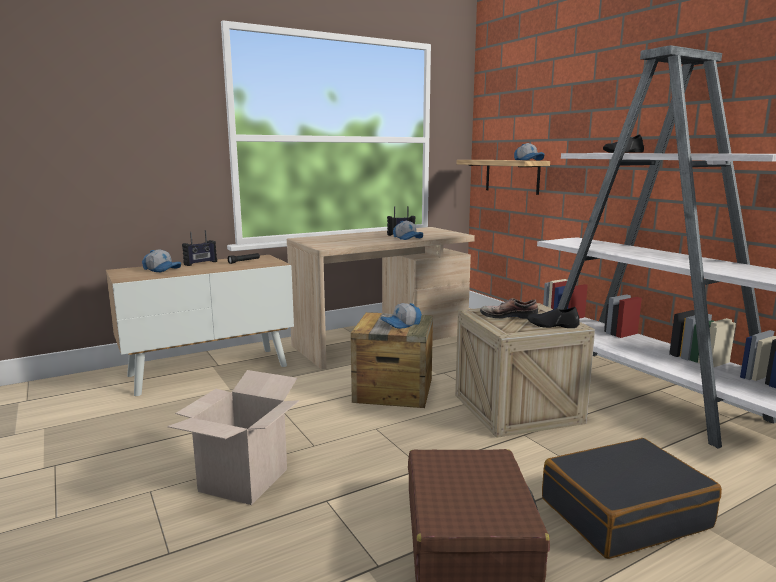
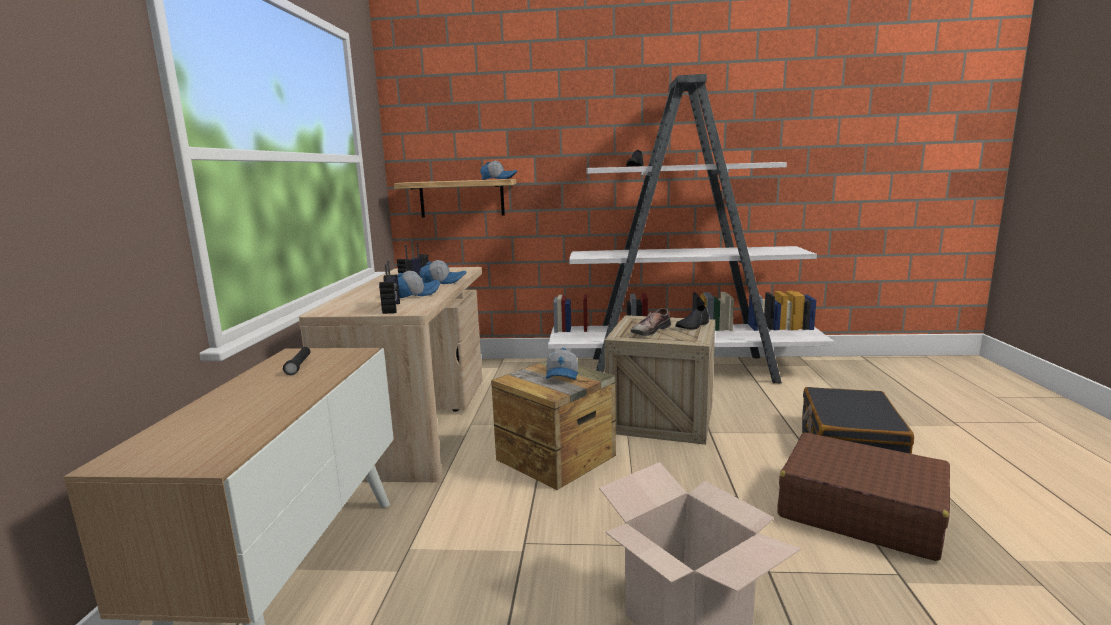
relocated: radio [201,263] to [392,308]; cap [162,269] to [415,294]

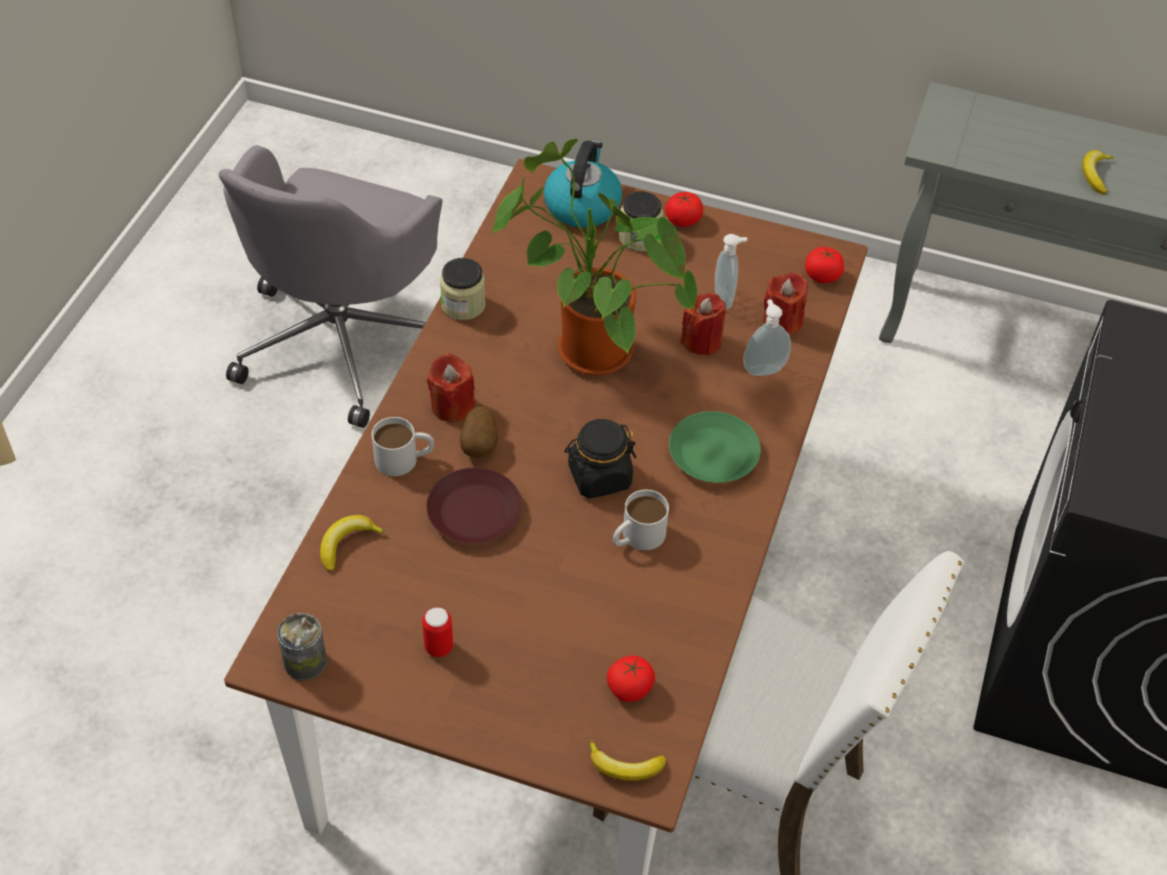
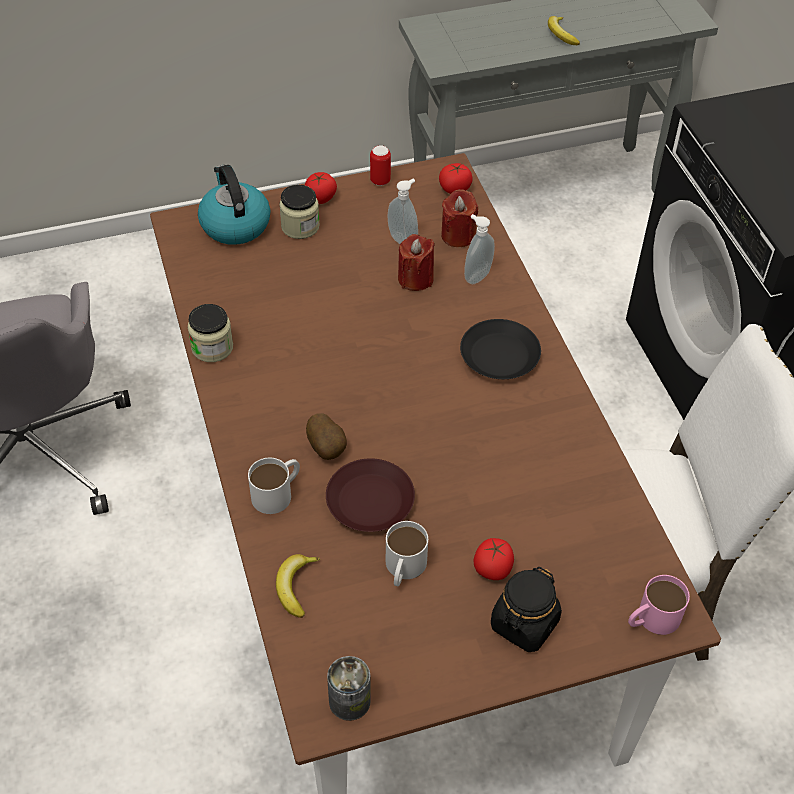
missing: potted plant [585,350]; candle/red [452,406]
relocated: jar/black [599,477] to [524,624]; mug/white [636,537] to [403,568]; can [439,647] to [380,181]; tomato [630,688] to [492,568]
exchanged: banana [624,767] to mug/pink [651,619]
colour: plate/green [713,453] to plate/black [499,355]

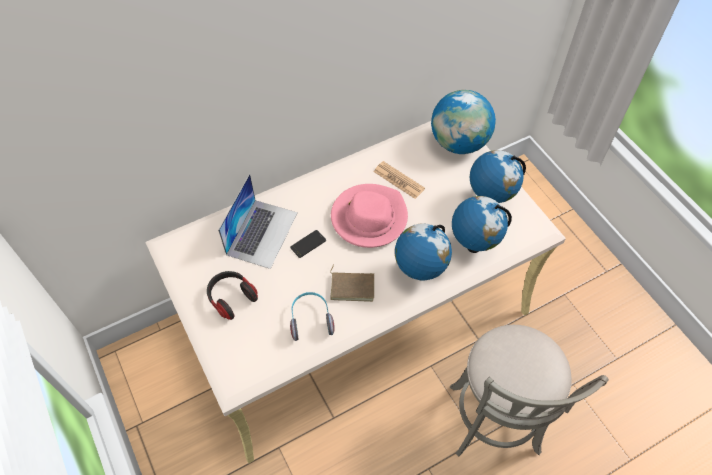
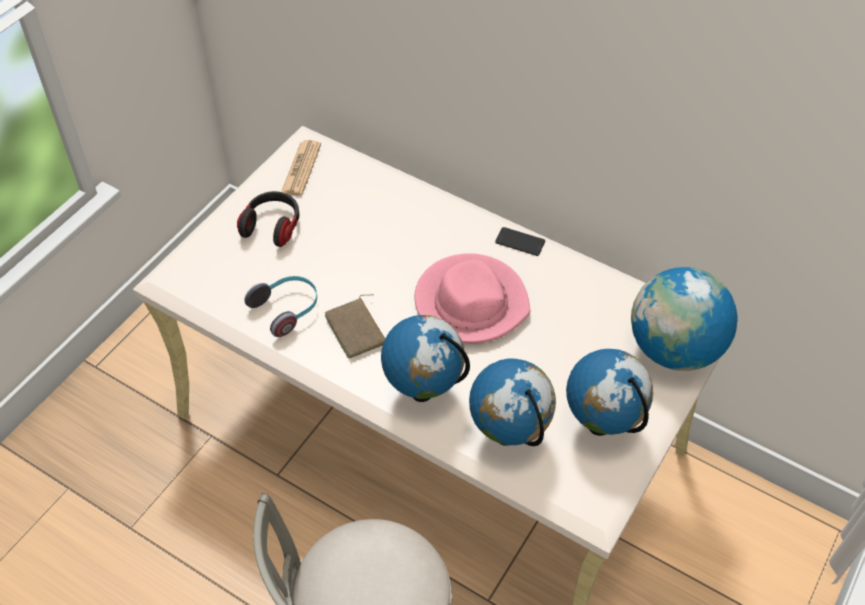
missing: laptop [262,233]
relocated: newspaper [399,180] to [301,168]; phone [308,244] to [520,242]

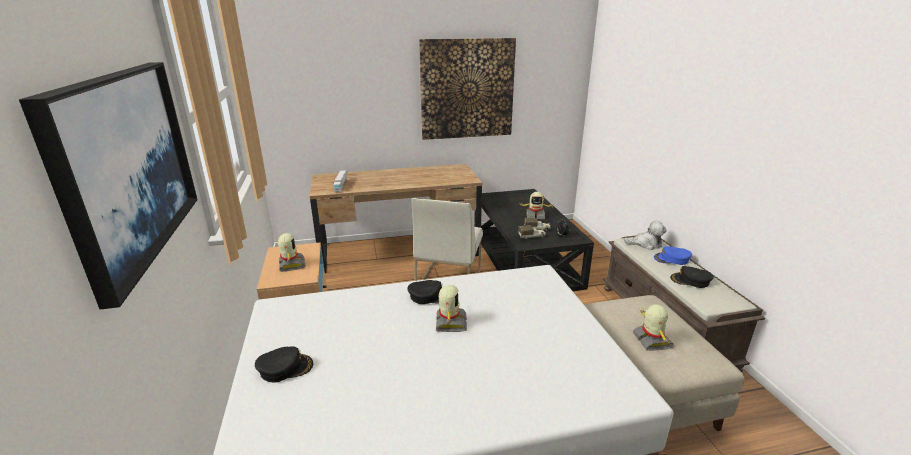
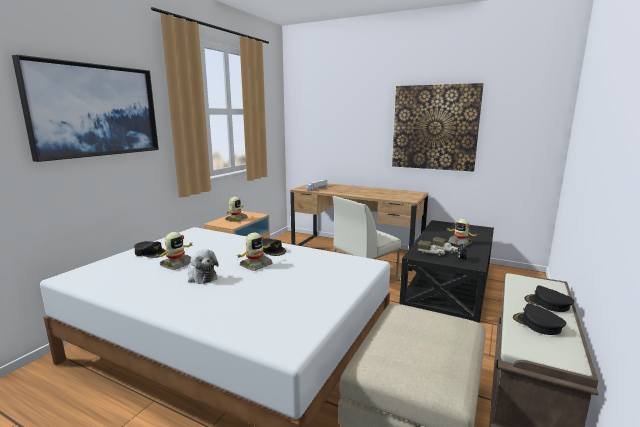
relocated: plush toy [645,244] to [201,277]; toy robot [651,341] to [176,264]
colour: cap/blue [672,259] to cap/black [547,303]

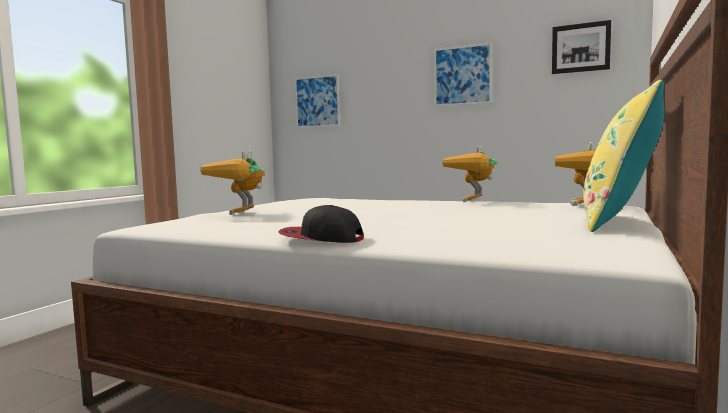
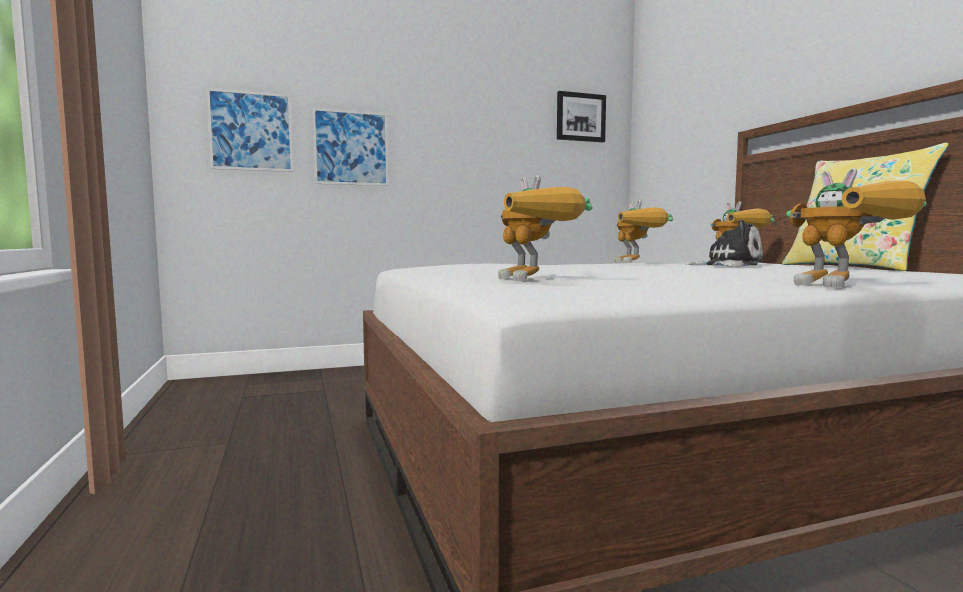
appeared: plush toy [729,265]
relocated: picture [462,75] to [351,148]
exchanged: cap [321,238] to toy robot [849,286]

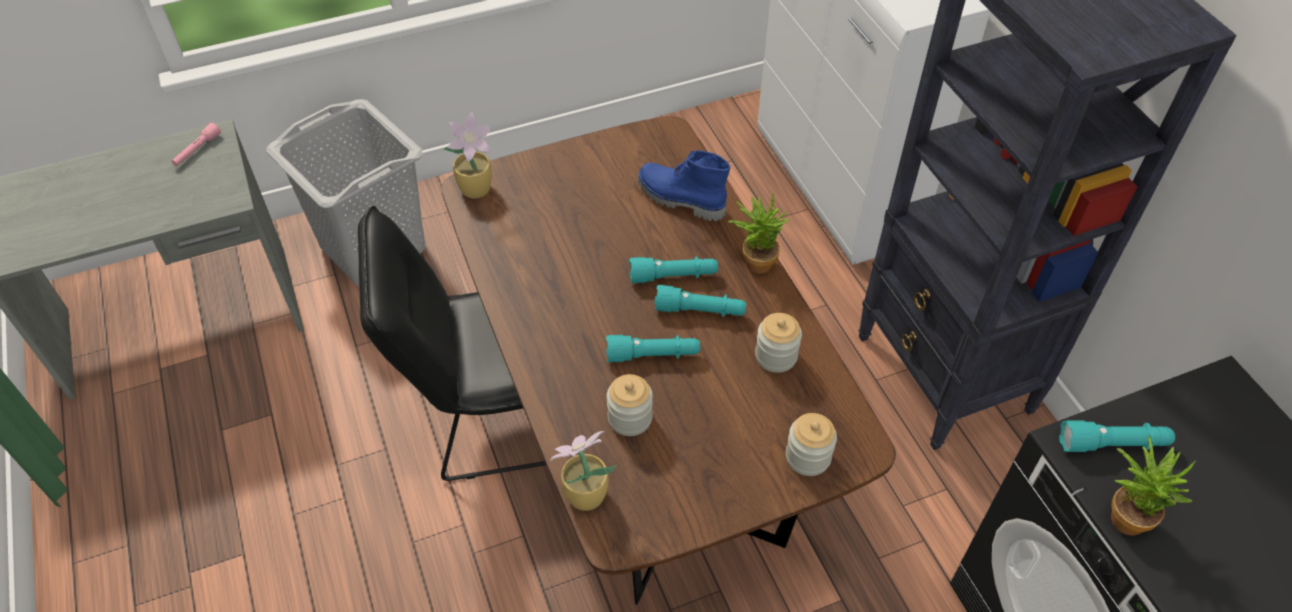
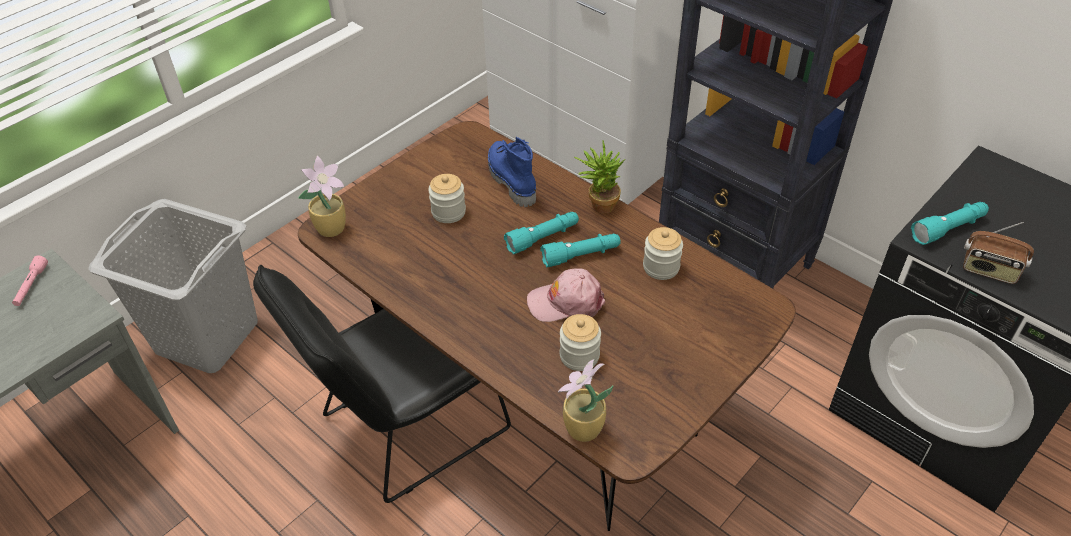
relocated: jar [808,457] to [448,212]
exchanged: flashlight/turquoise [653,355] to cap/pink [566,302]; potted plant [1126,514] to radio [989,270]
spun: boot/blue [679,200] = [510,180] 60 degrees clockwise

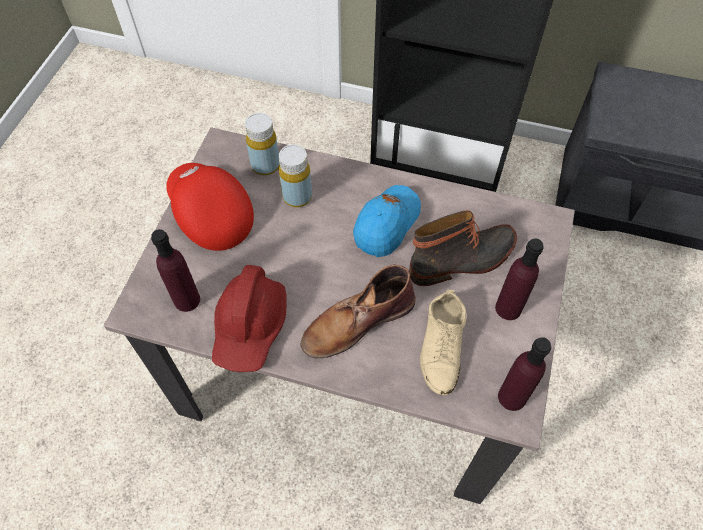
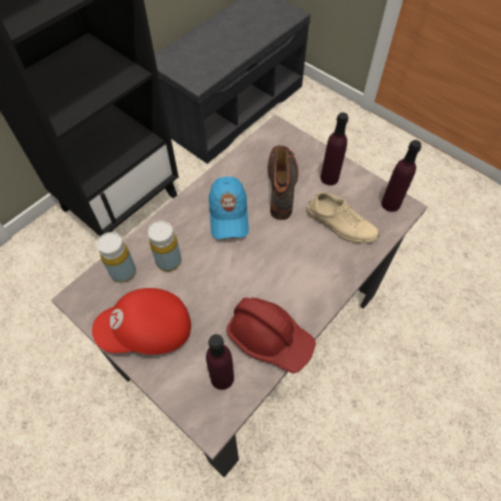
missing: boot/brown [357,322]
spun: cap/blue [386,224] = [228,215] 150 degrees counterclockwise

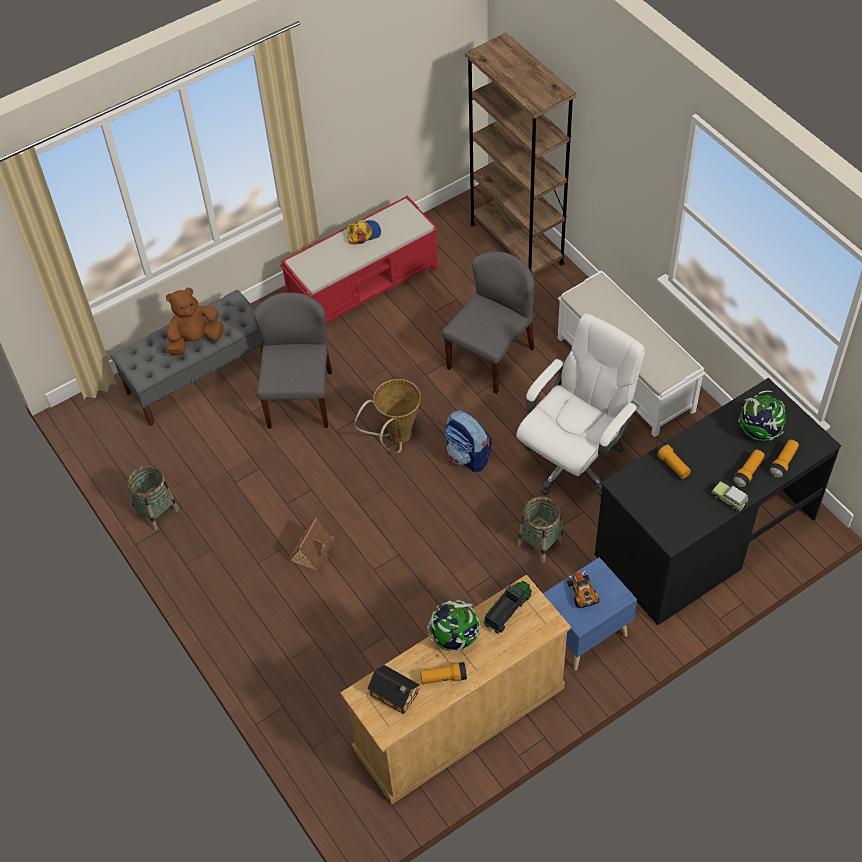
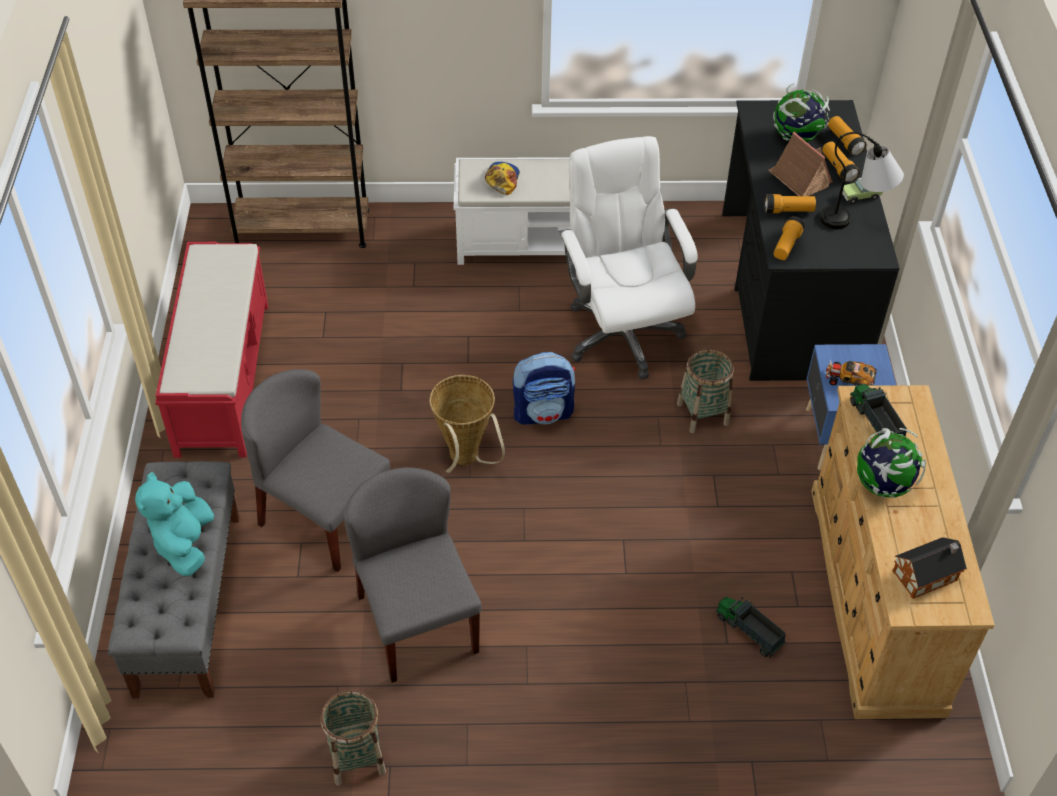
appeared: table lamp [856,222]; toy truck [748,631]
relocated: cap [363,233] to [502,179]; chair/grey [490,357] to [416,623]; toy house [312,550] to [799,179]; flashlight [443,677] to [786,246]
colour: plush toy/brown [195,340] to plush toy/turquoise [184,544]

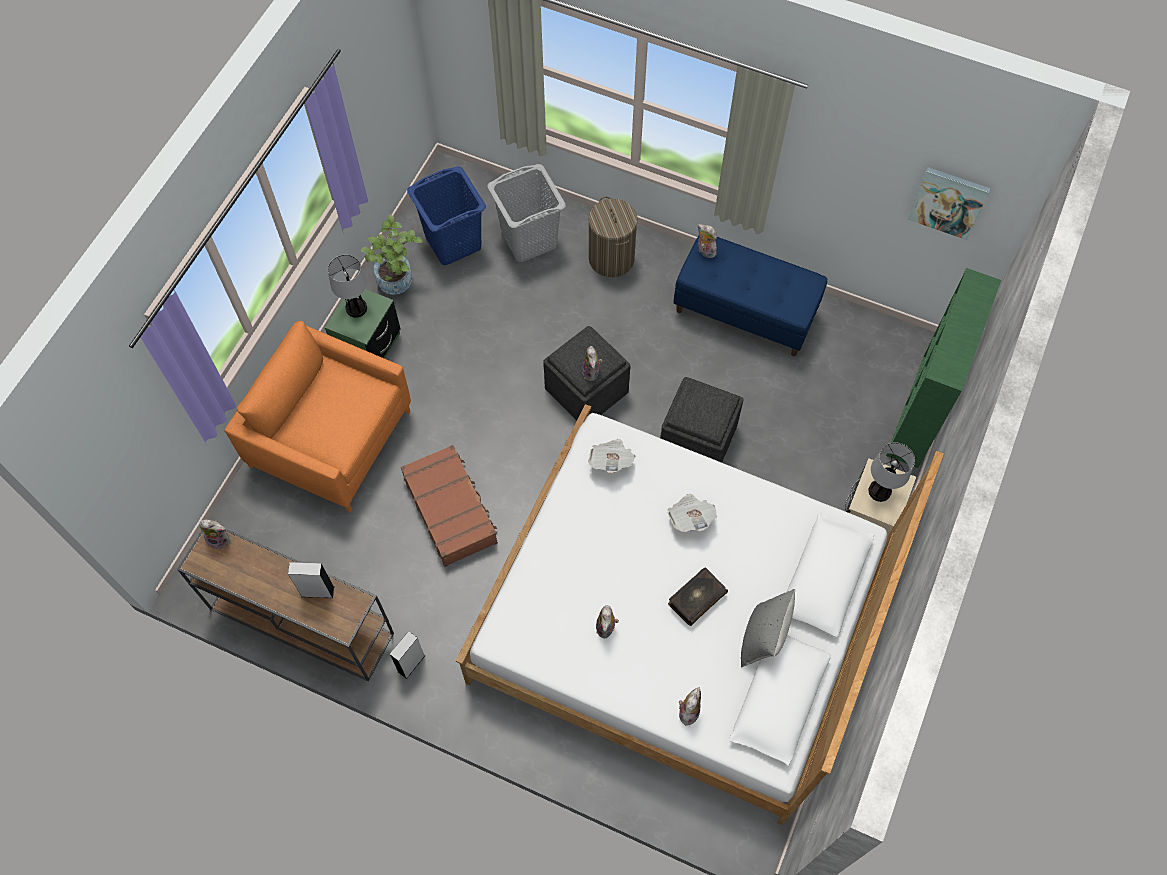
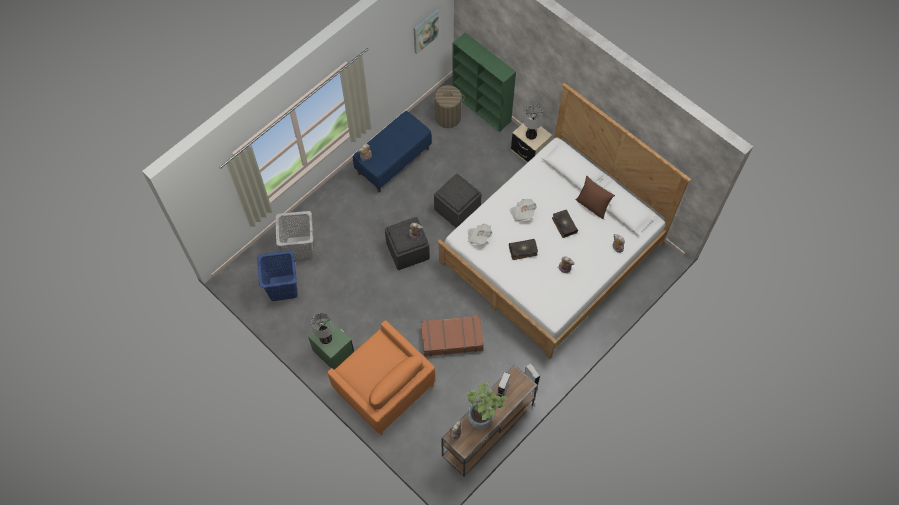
appeared: book [523,251]
relocated: laundry basket [611,258] to [448,117]; potted plant [399,283] to [483,415]
colour: pillow/grey [762,638] to pillow/brown [592,205]
spun: armchair/orange [331,438] = [383,387] 90 degrees counterclockwise

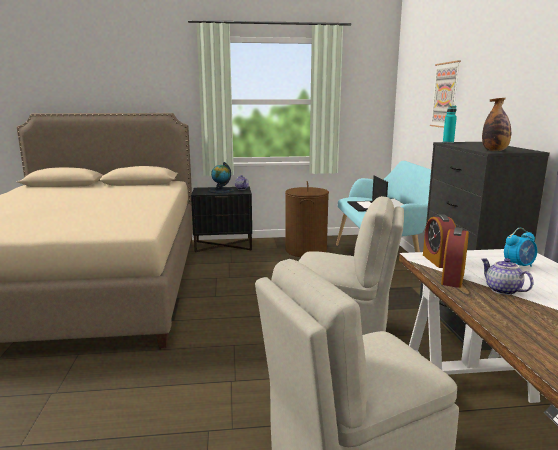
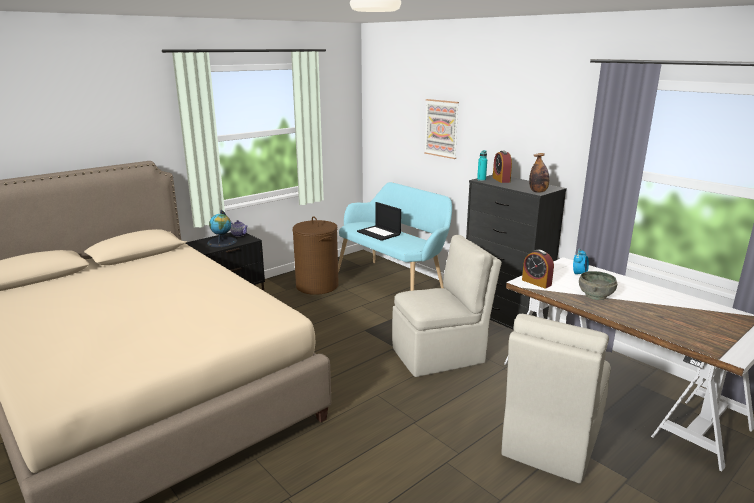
relocated: alarm clock [453,278] to [501,180]
exchanged: teapot [502,290] to bowl/grey [596,296]

